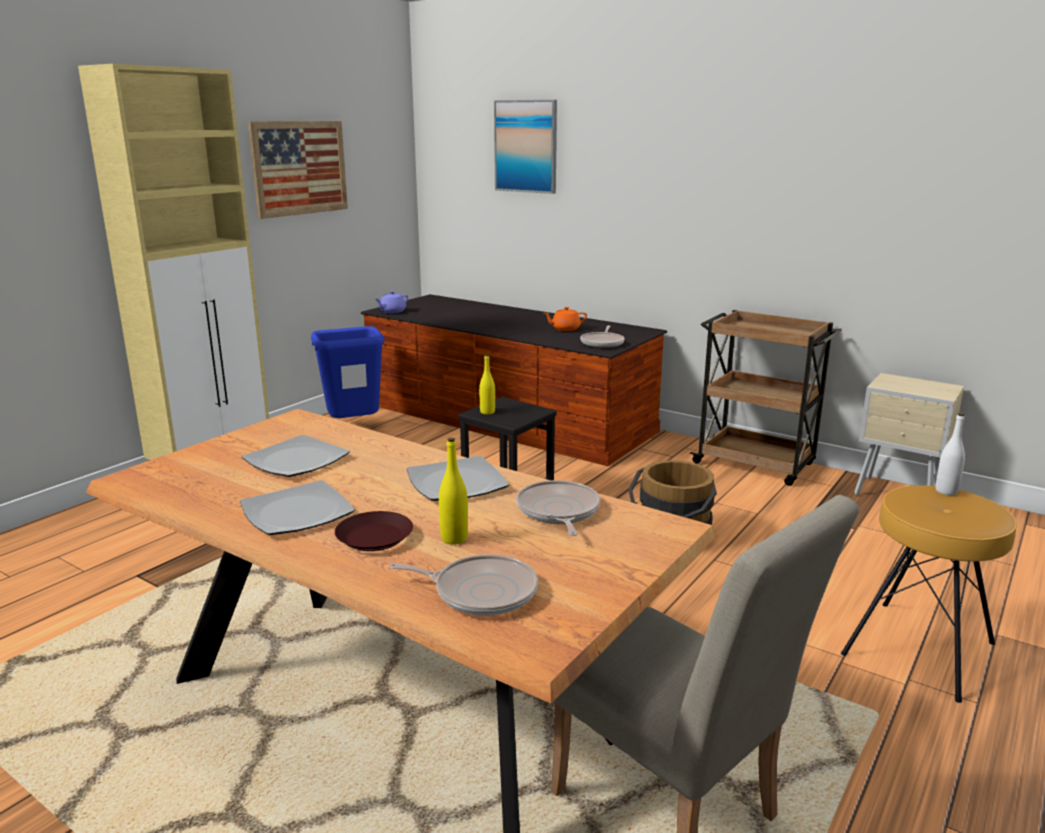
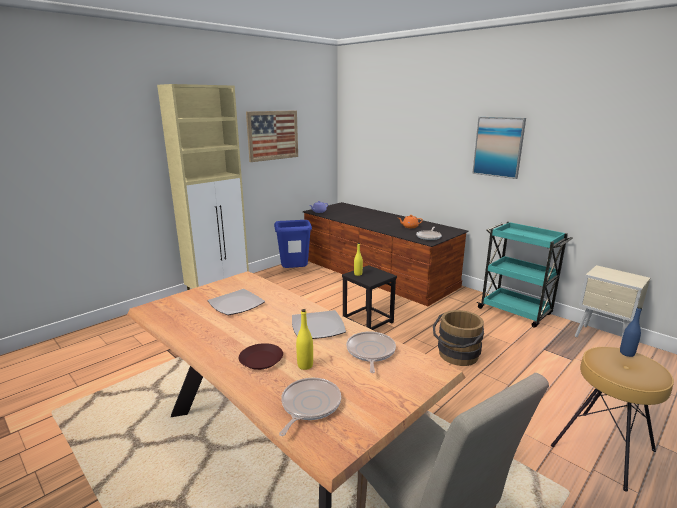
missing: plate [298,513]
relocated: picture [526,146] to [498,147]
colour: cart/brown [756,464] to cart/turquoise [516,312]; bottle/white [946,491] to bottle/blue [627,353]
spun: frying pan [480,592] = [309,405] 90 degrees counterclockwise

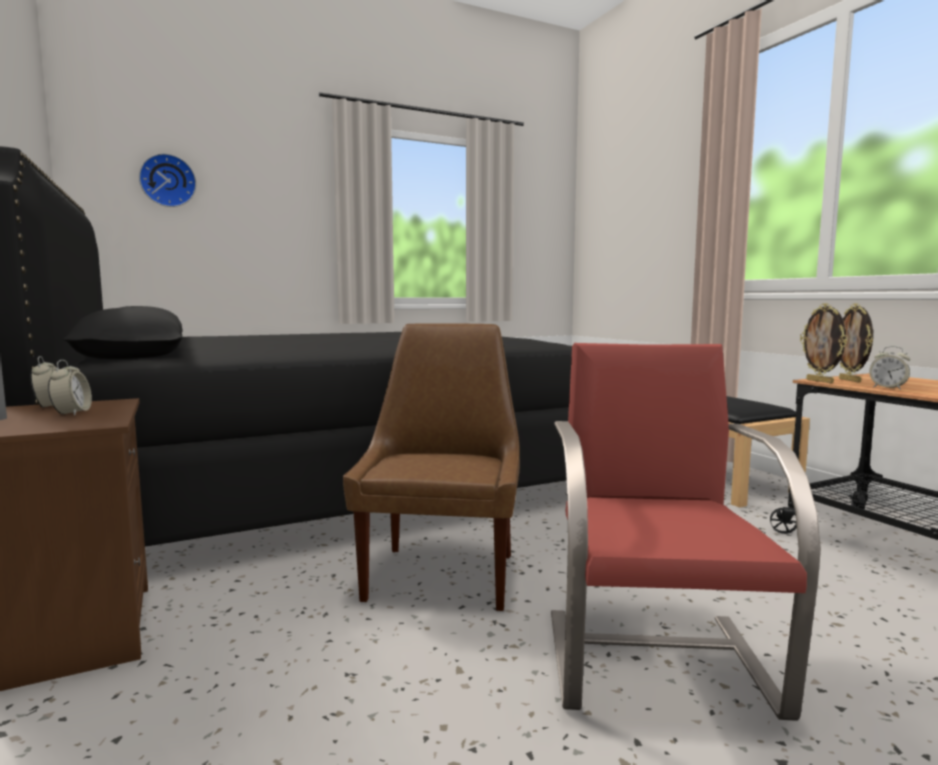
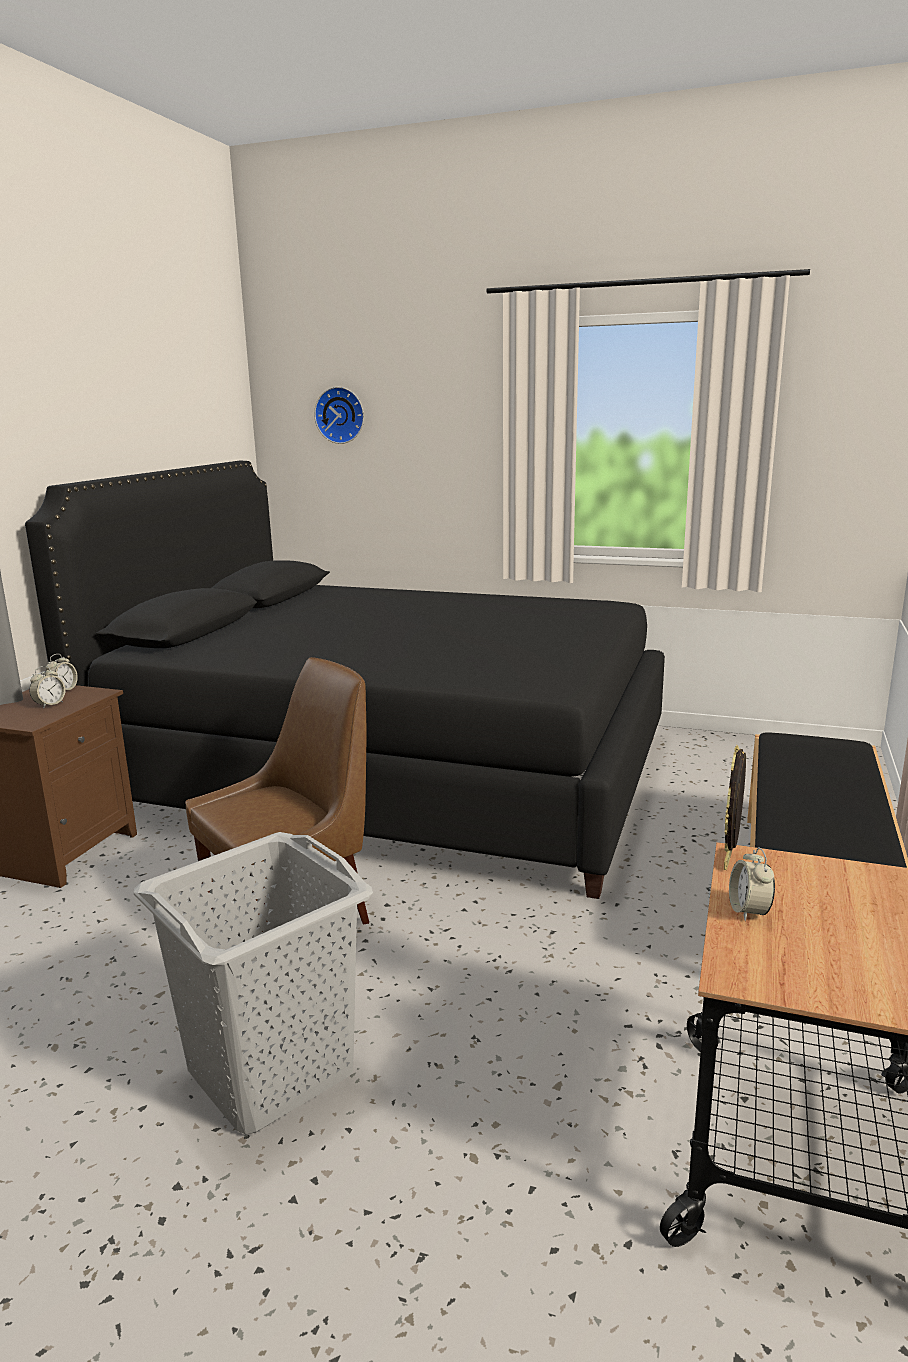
missing: picture frame [850,380]
exchanged: chair/red [657,658] to laundry basket/grey [272,1071]

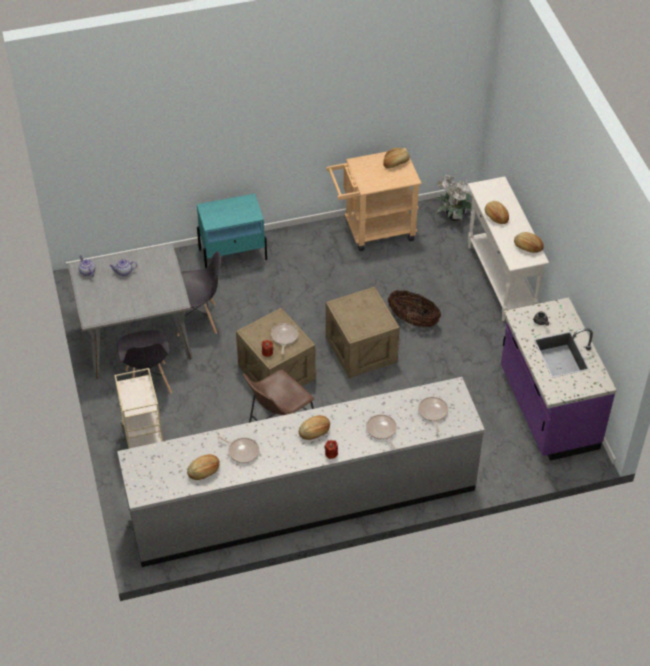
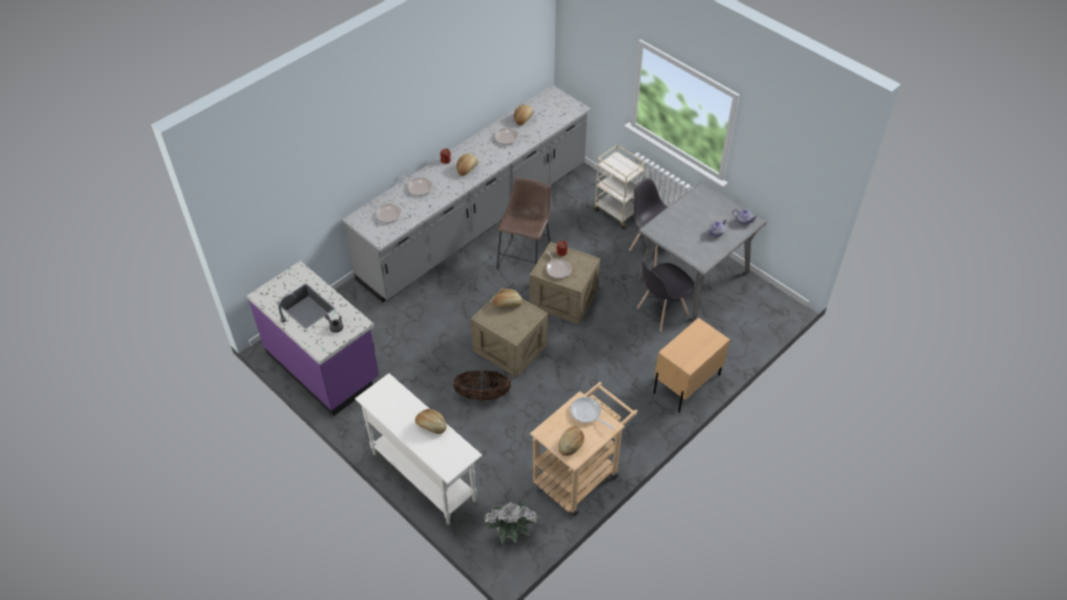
appeared: frying pan [587,413]
relocated: bread [528,247] to [507,303]
colour: nightstand/turquoise [233,254] to nightstand/beige [686,384]

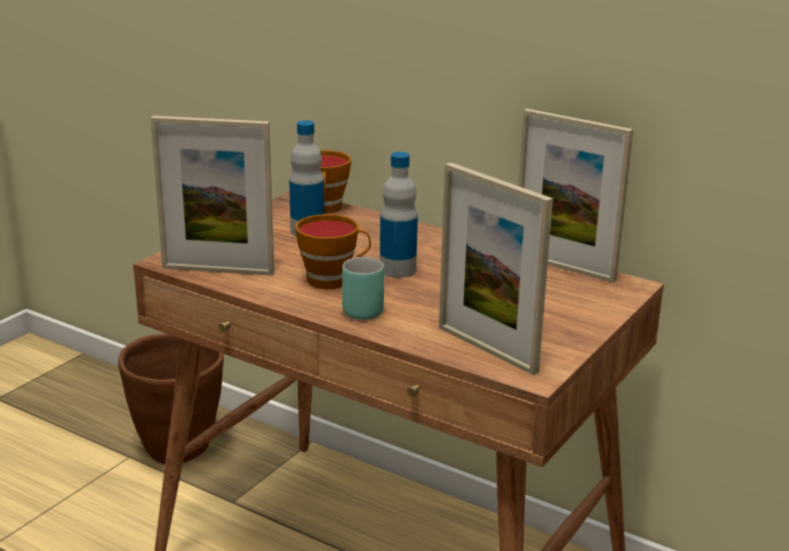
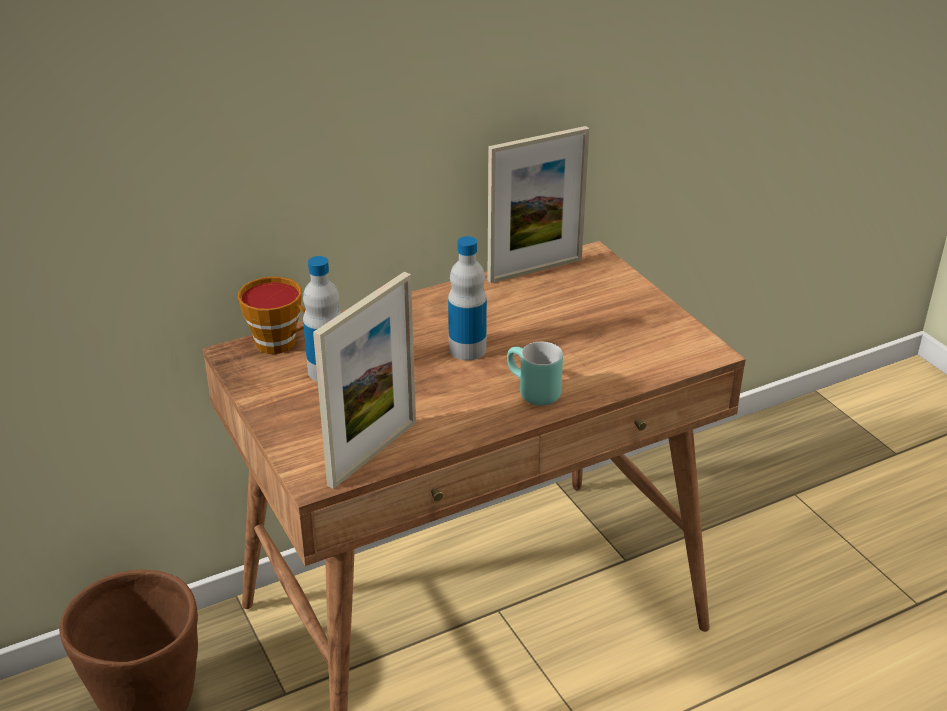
missing: picture frame [487,349]; cup [333,280]

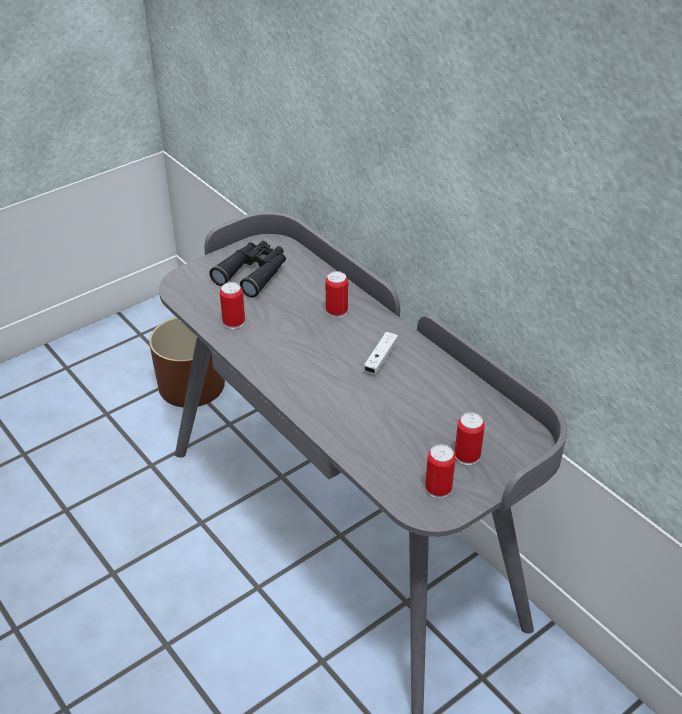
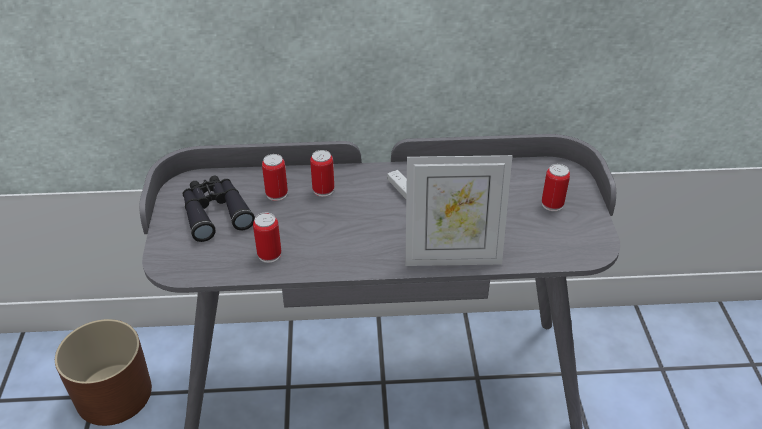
appeared: picture frame [452,258]
relocated: can [438,489] to [276,194]

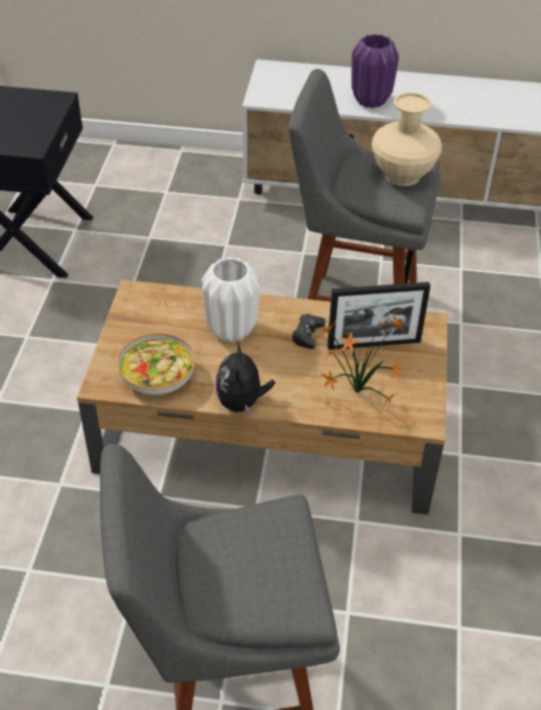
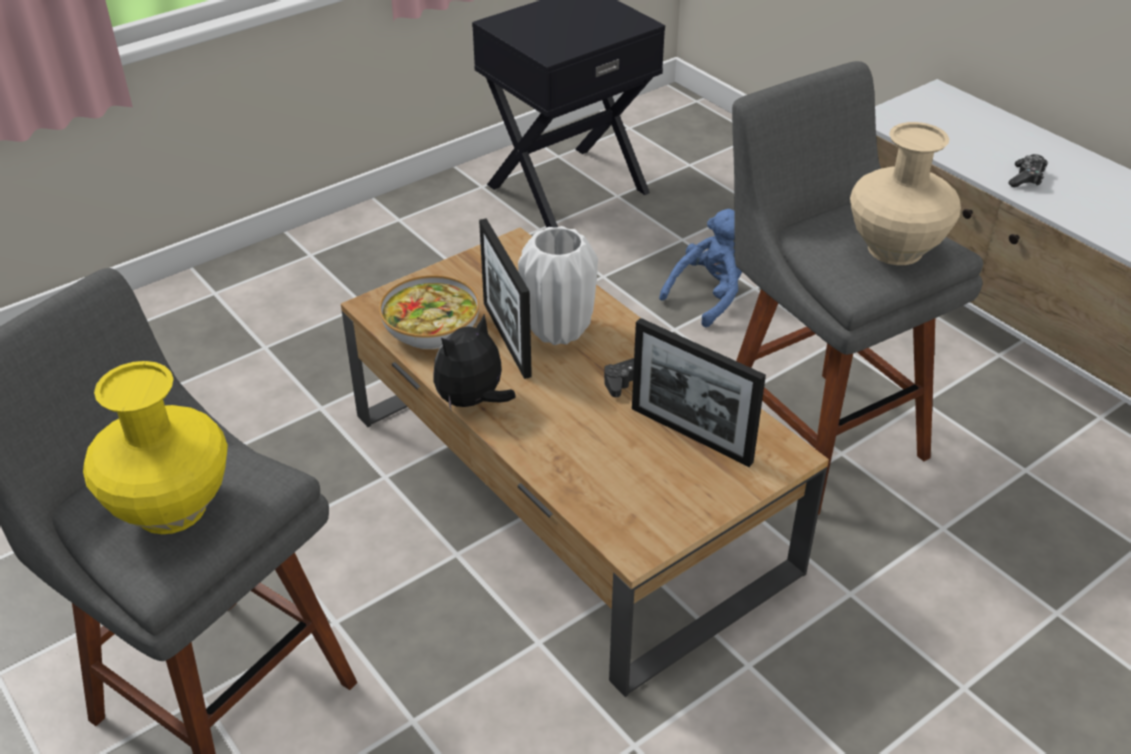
missing: potted plant [354,391]
appeared: plush toy/blue [709,296]; picture frame [506,339]; vase/yellow [169,509]
exchanged: vase/purple [371,101] to game controller [1026,178]

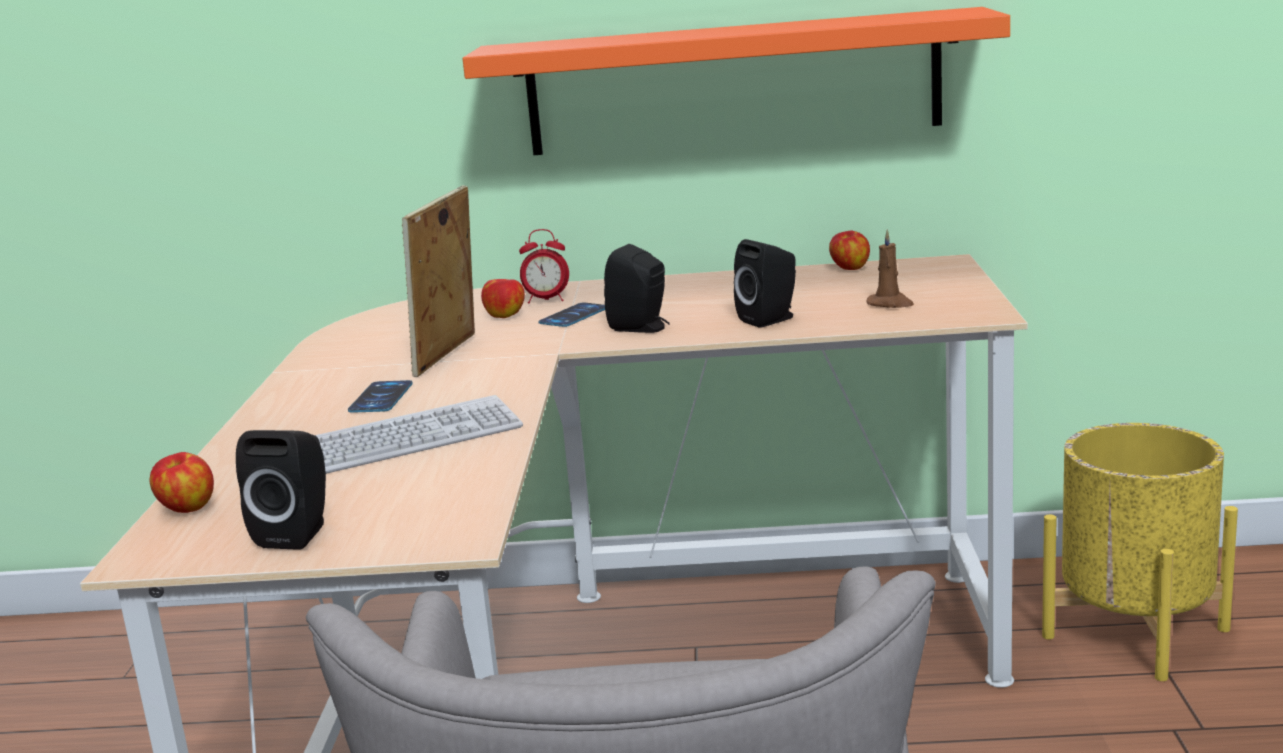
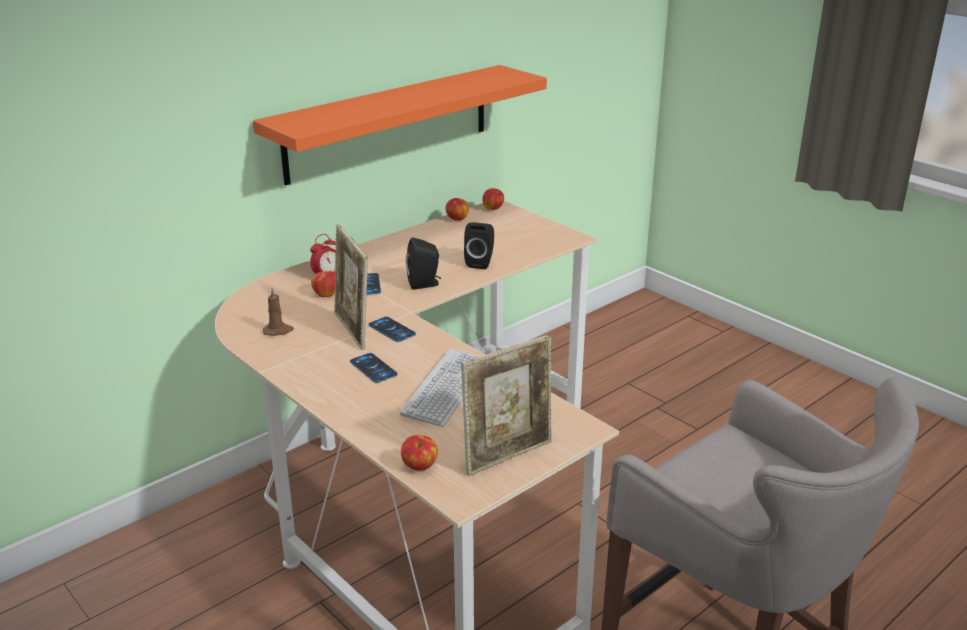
missing: planter/yellow [1135,633]
appeared: apple [493,209]; phone [392,330]
relocated: candle/brown [890,304] to [278,331]
exchanged: speaker/black [298,533] to picture frame [508,455]

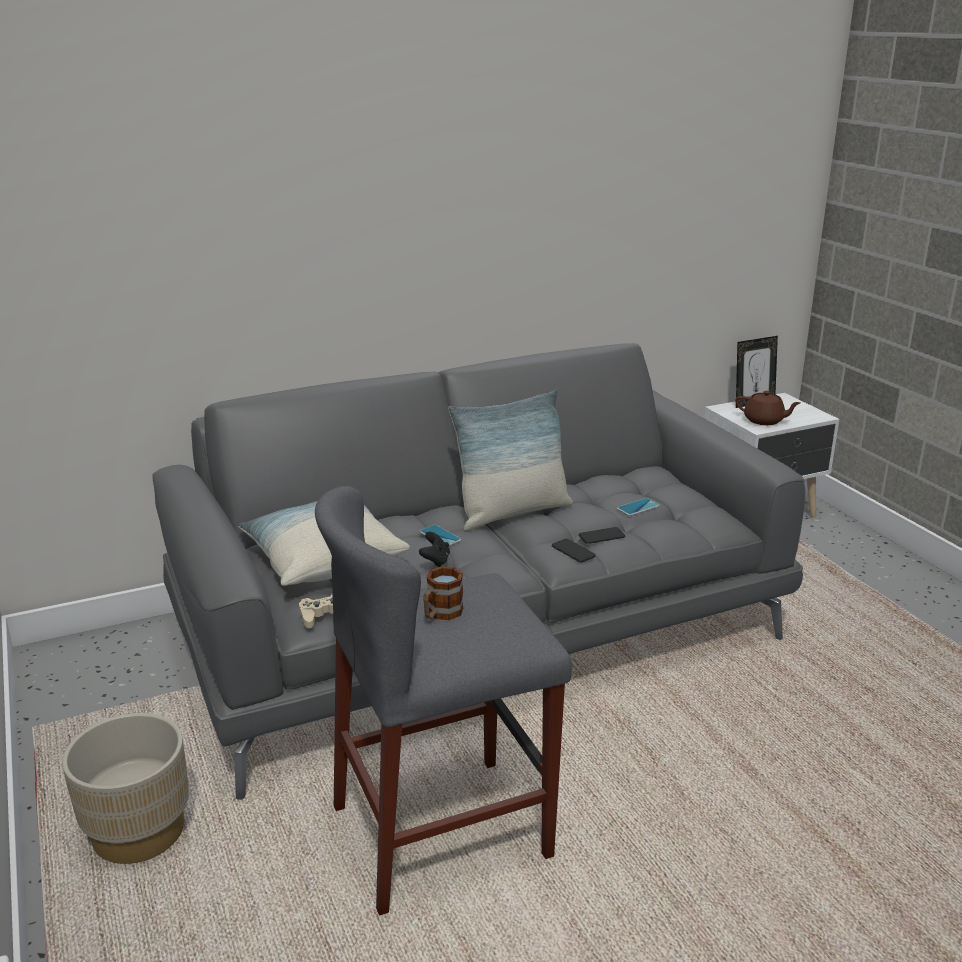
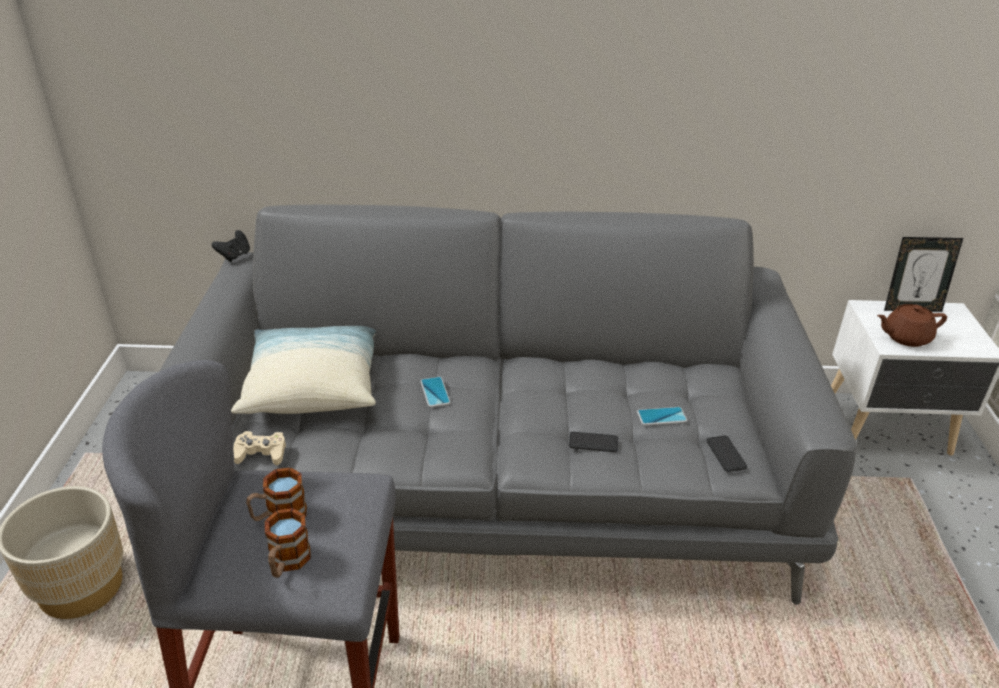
missing: pillow [512,512]
appeared: mug [287,562]
relocated: game controller/black [435,561] to [234,256]; phone [573,551] to [726,454]
spun: teapot/brown [764,421] = [905,337] 120 degrees clockwise

